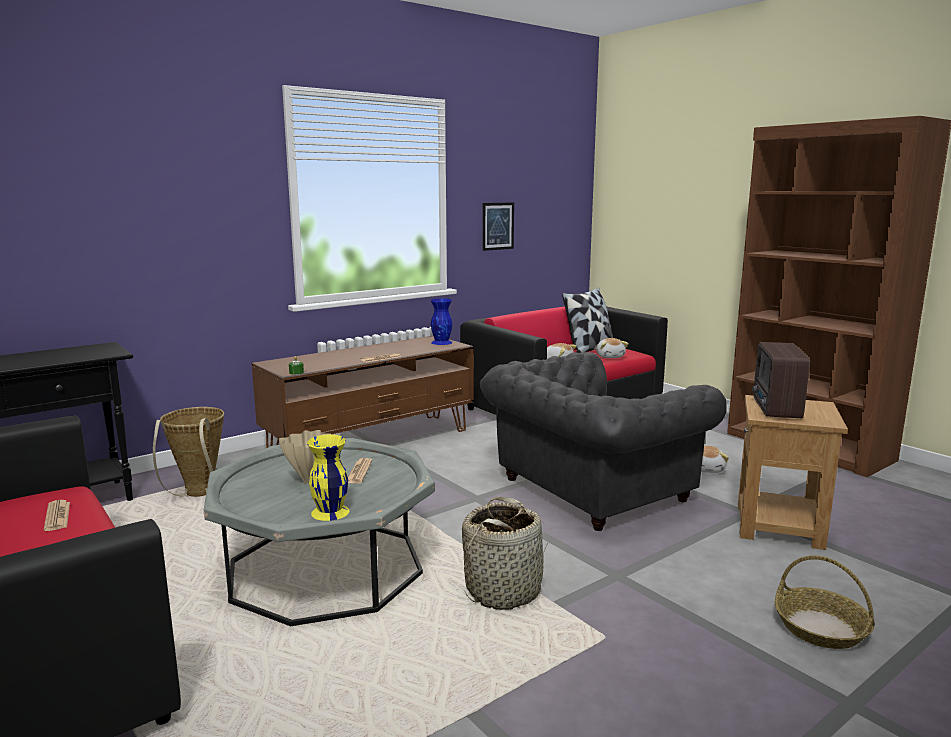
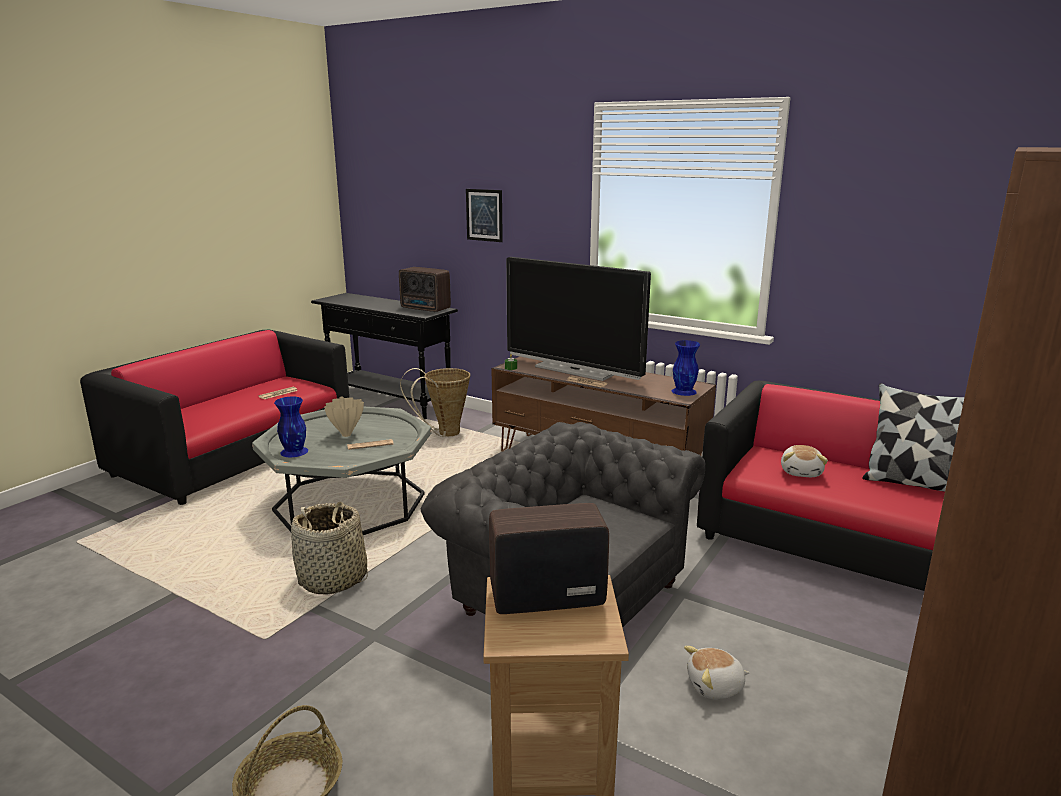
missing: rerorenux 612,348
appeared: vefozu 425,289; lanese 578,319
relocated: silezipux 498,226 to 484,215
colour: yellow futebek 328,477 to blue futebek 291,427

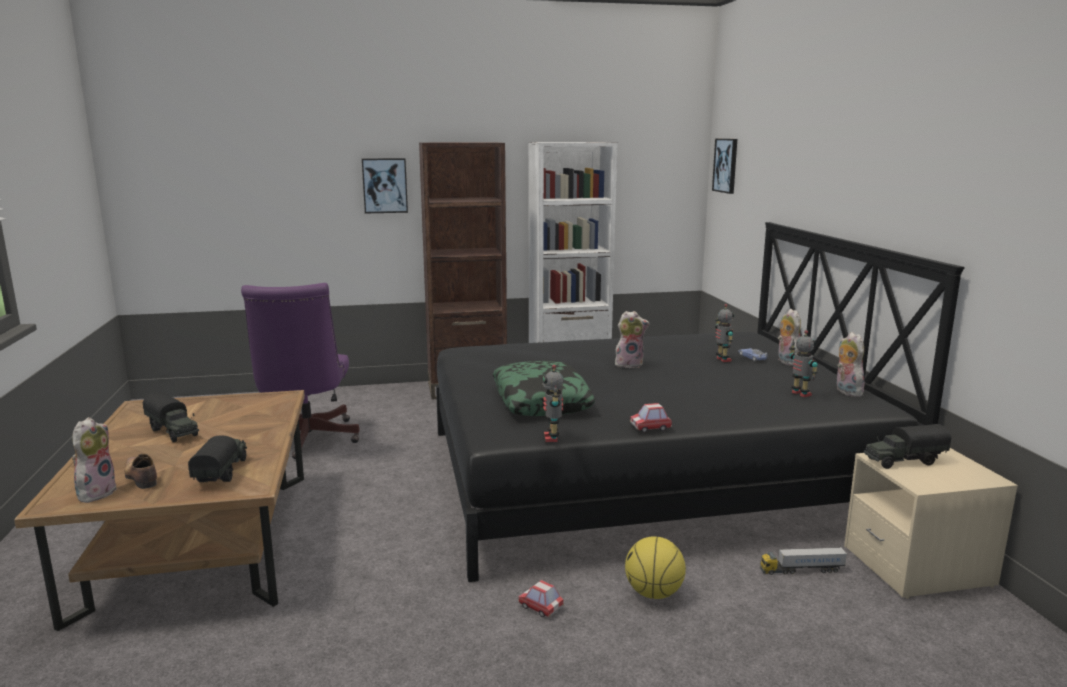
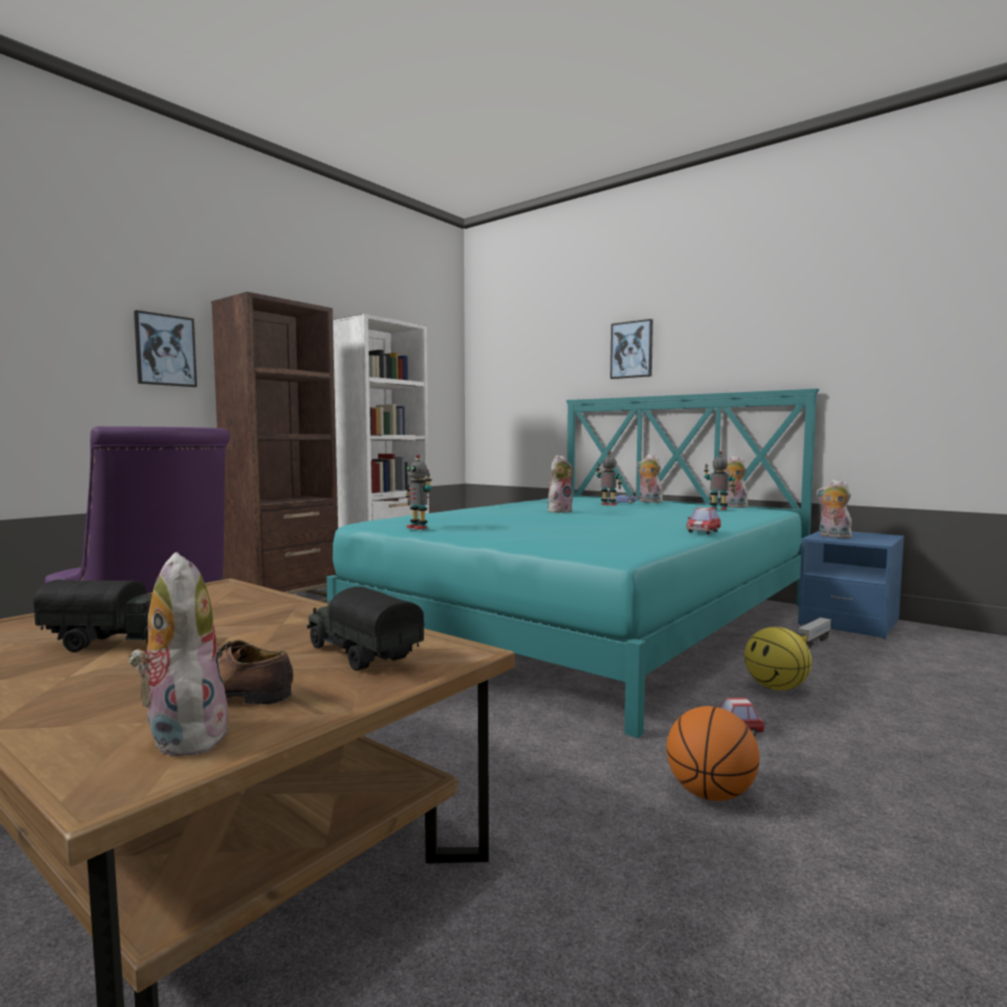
missing: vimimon 544,388
appeared: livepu 713,753
relocated: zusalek 553,403 to 418,492; silezipux 724,166 to 631,349
exchanged: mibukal 907,446 to rerorenux 834,509
colour: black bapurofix 700,402 to turquoise bapurofix 573,563; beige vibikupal 931,523 to blue vibikupal 851,584

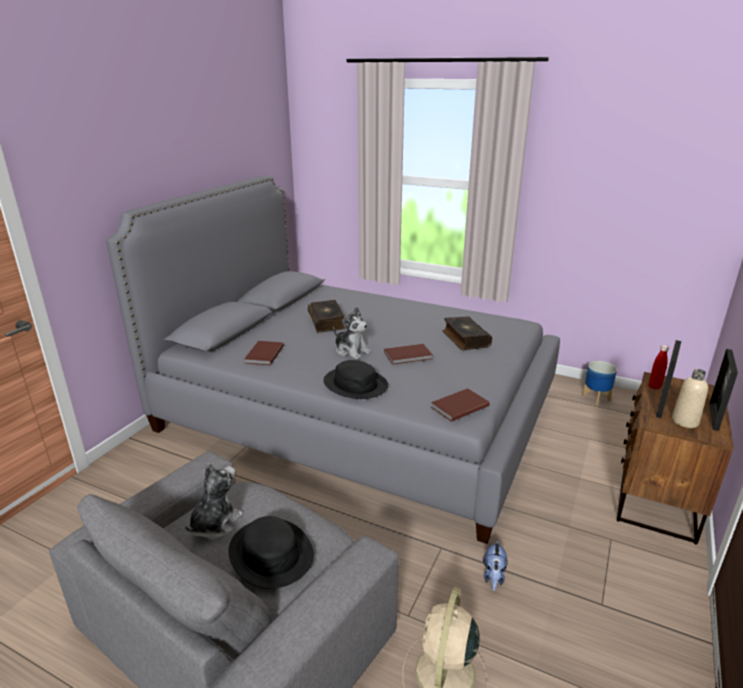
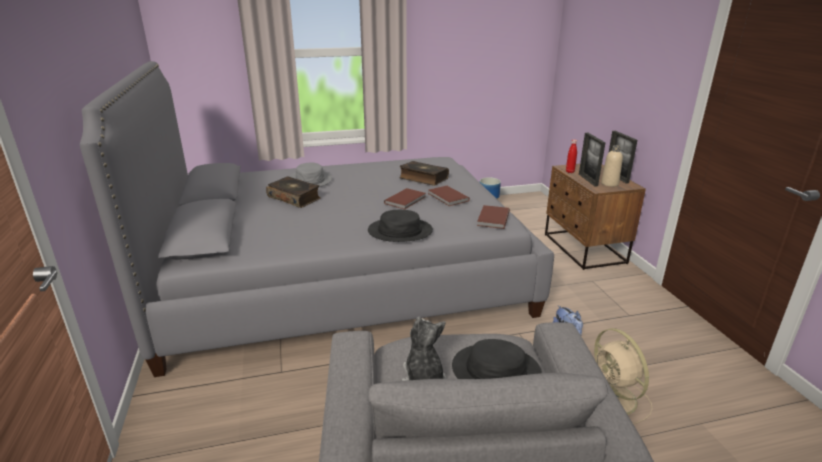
missing: rerorenux 352,333
appeared: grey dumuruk 310,174
relocated: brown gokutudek 264,353 to 449,196

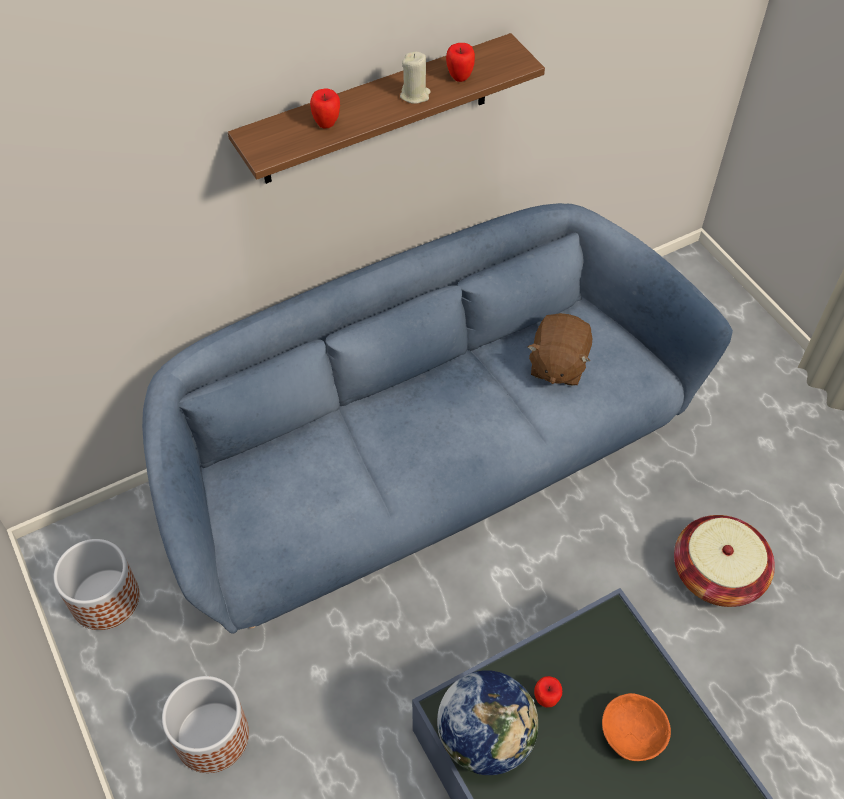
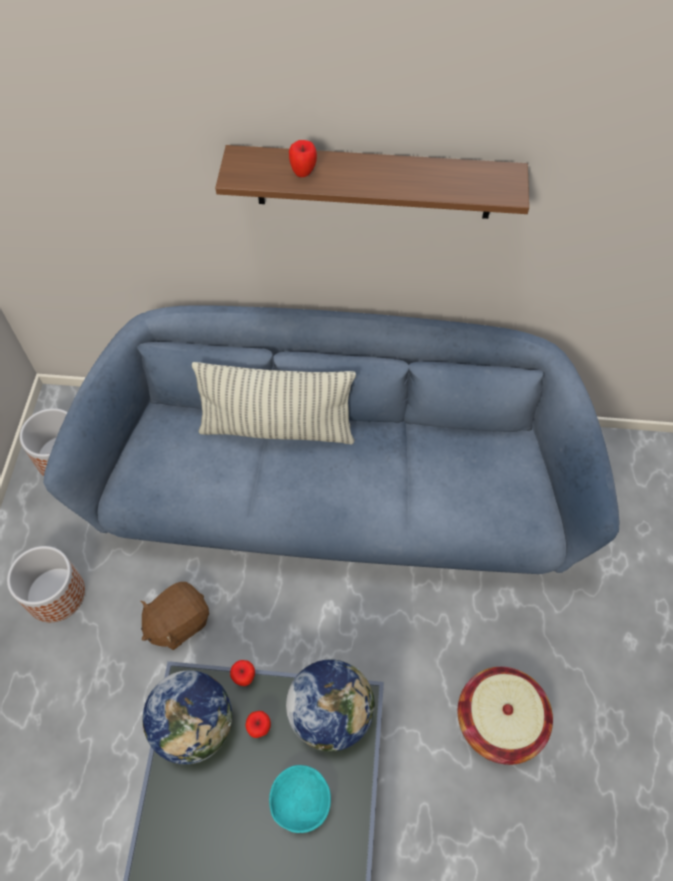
missing: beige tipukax 415,78
appeared: vimimon 274,403; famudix 330,706
relocated: brown rerorenux 560,349 to 174,616; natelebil 460,62 to 242,673
colour: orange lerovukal 636,727 to turquoise lerovukal 300,799

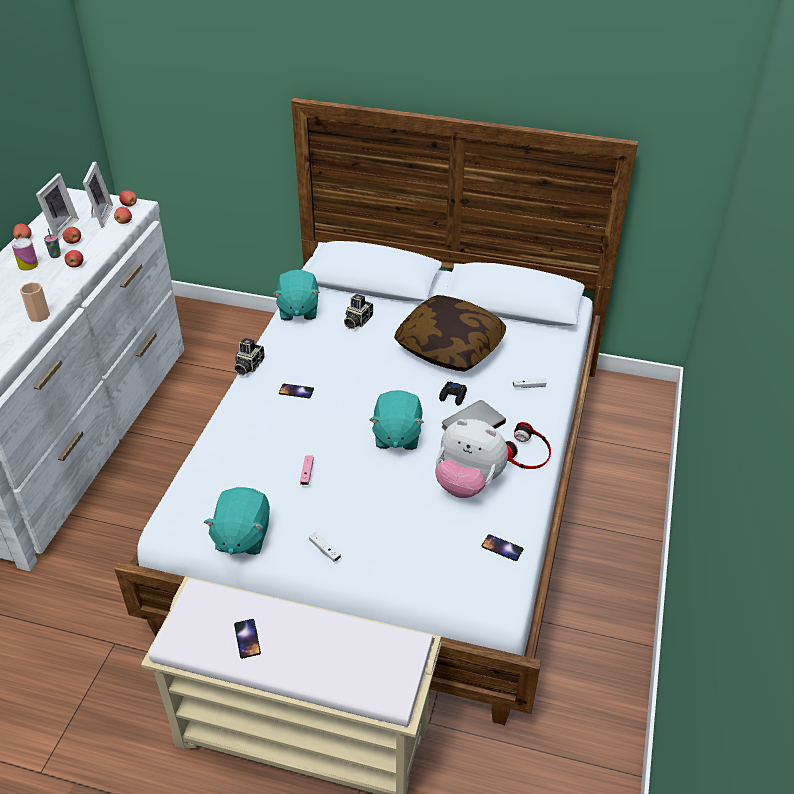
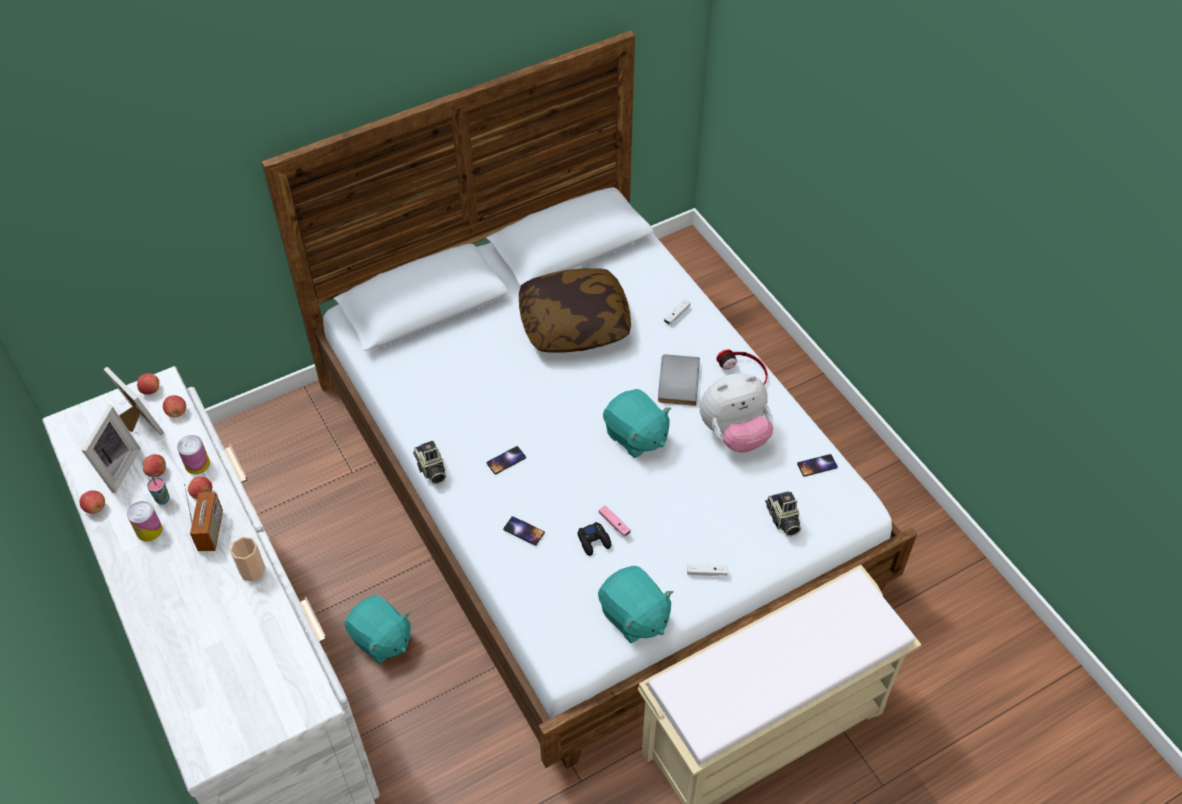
appeared: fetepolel 193,454; vefozu 203,517
relocated: turquoise rerorenux 296,295 to 378,629; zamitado 247,639 to 524,530; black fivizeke 453,394 to 594,539; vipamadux 358,311 to 783,513
spun: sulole 57,206 = 111,449 45 degrees clockwise

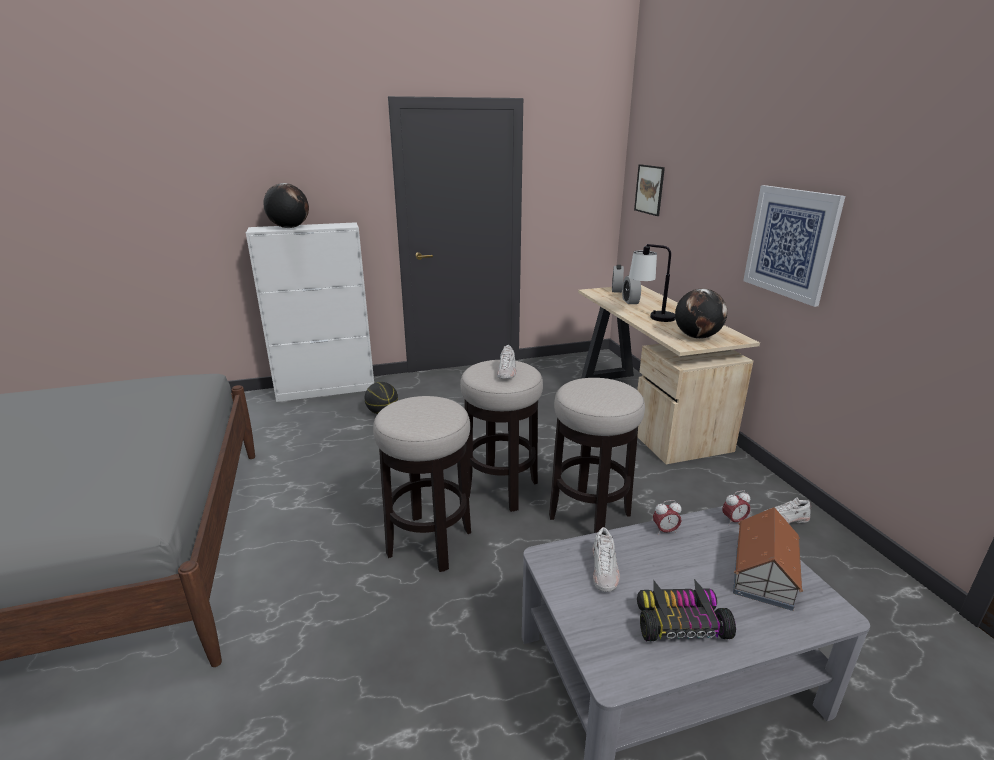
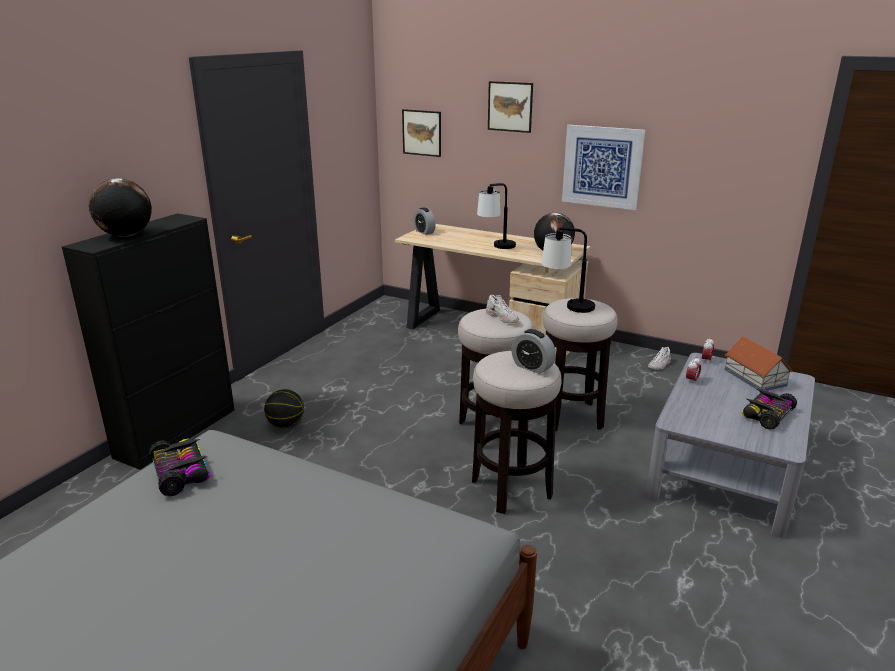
missing: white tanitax 606,559
appeared: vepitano 180,467; silezipux 510,107; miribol 568,270
relocated: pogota 631,290 to 533,351
colour: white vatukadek 310,312 to black vatukadek 148,341

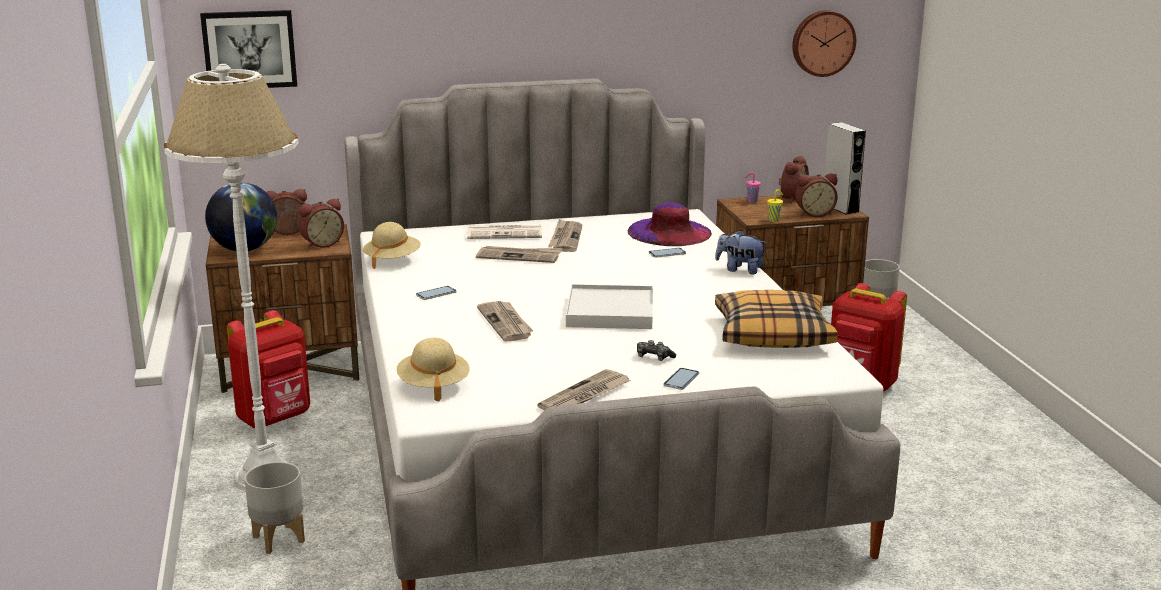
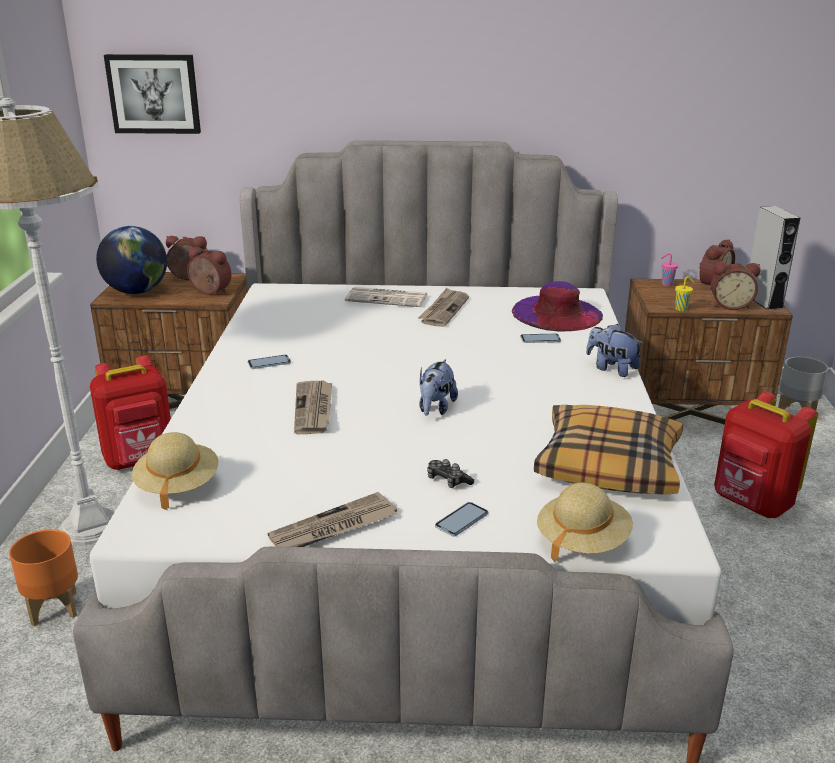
missing: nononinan 519,254; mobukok 824,43
relocated: beige dumuruk 392,245 to 585,523
exchanged: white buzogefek 609,306 to rerorenux 438,387
colour: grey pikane 274,508 to orange pikane 43,577
spun: pogota 321,223 = 209,271 135 degrees counterclockwise

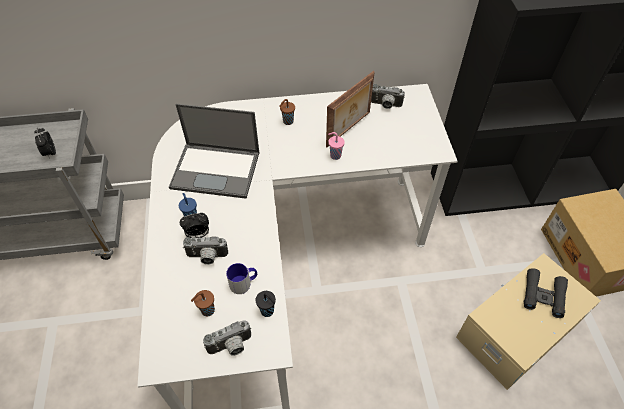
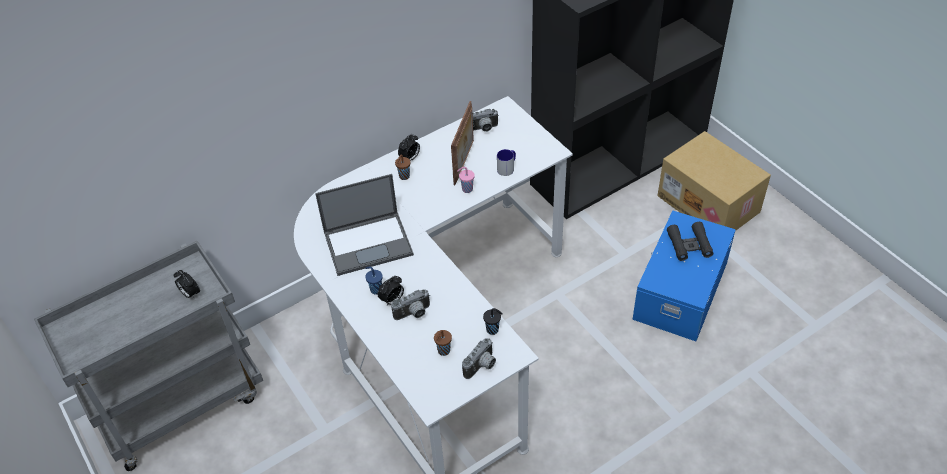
appeared: pogota 409,147
relocated: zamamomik 241,278 to 506,162
colour: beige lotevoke 528,321 to blue lotevoke 684,275

